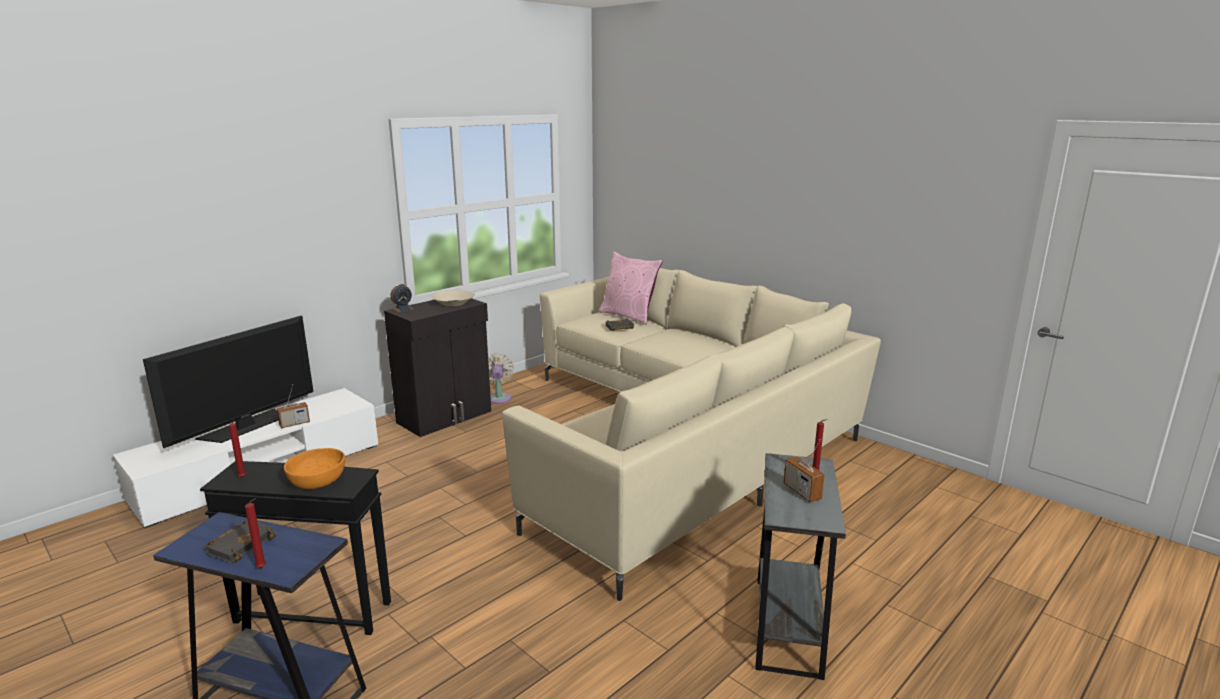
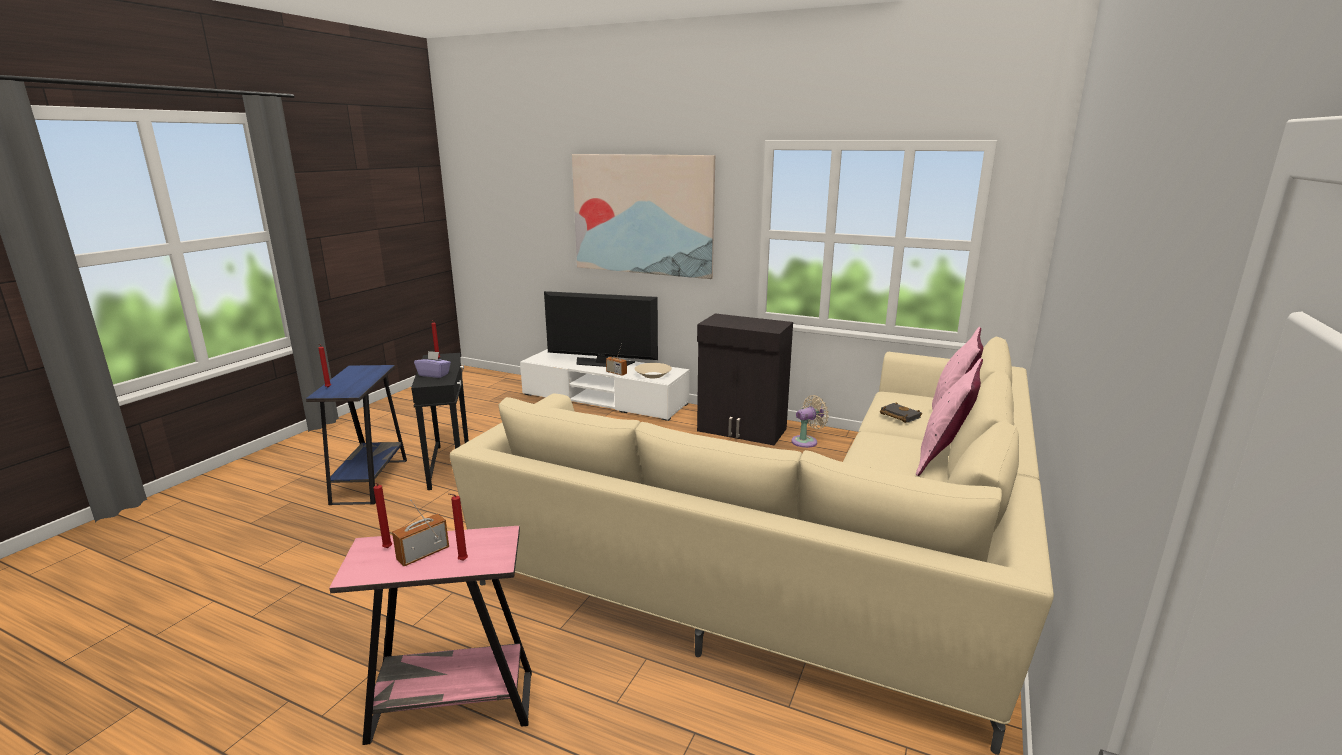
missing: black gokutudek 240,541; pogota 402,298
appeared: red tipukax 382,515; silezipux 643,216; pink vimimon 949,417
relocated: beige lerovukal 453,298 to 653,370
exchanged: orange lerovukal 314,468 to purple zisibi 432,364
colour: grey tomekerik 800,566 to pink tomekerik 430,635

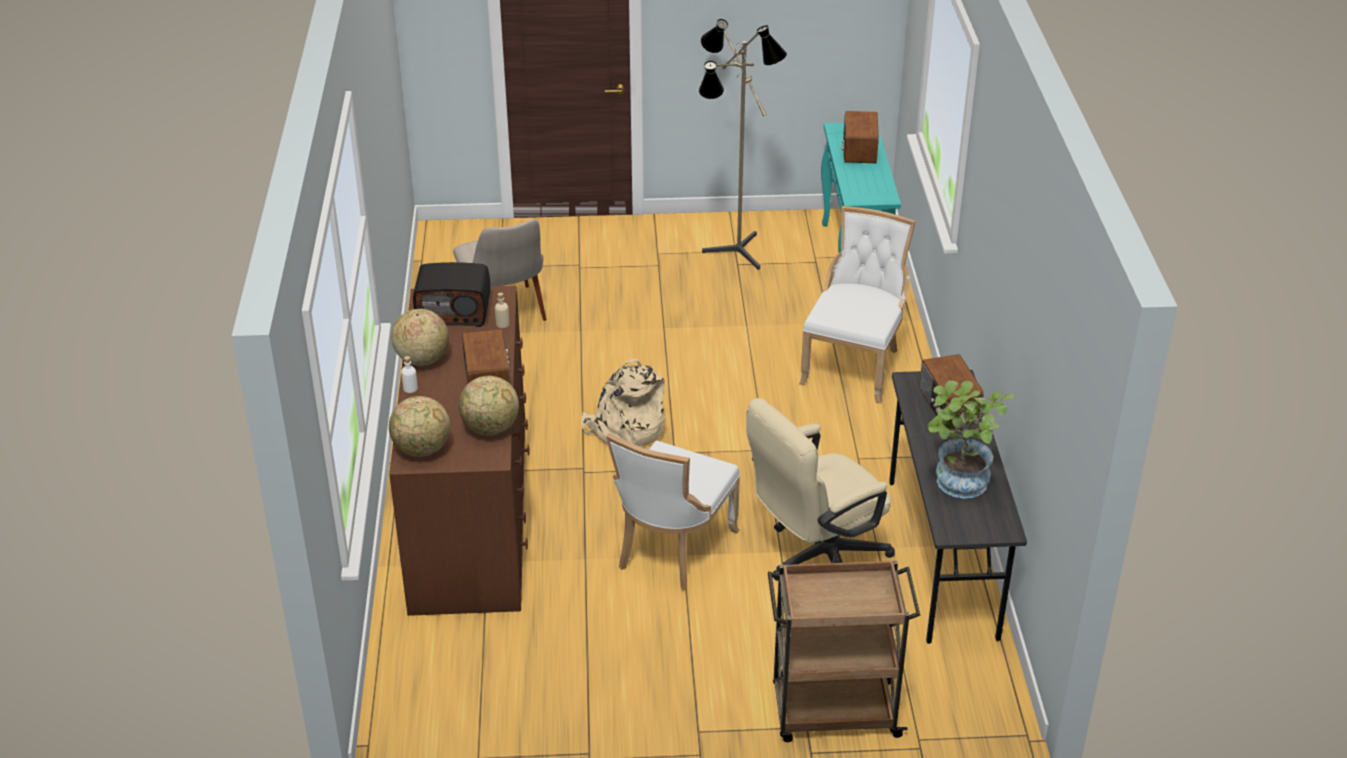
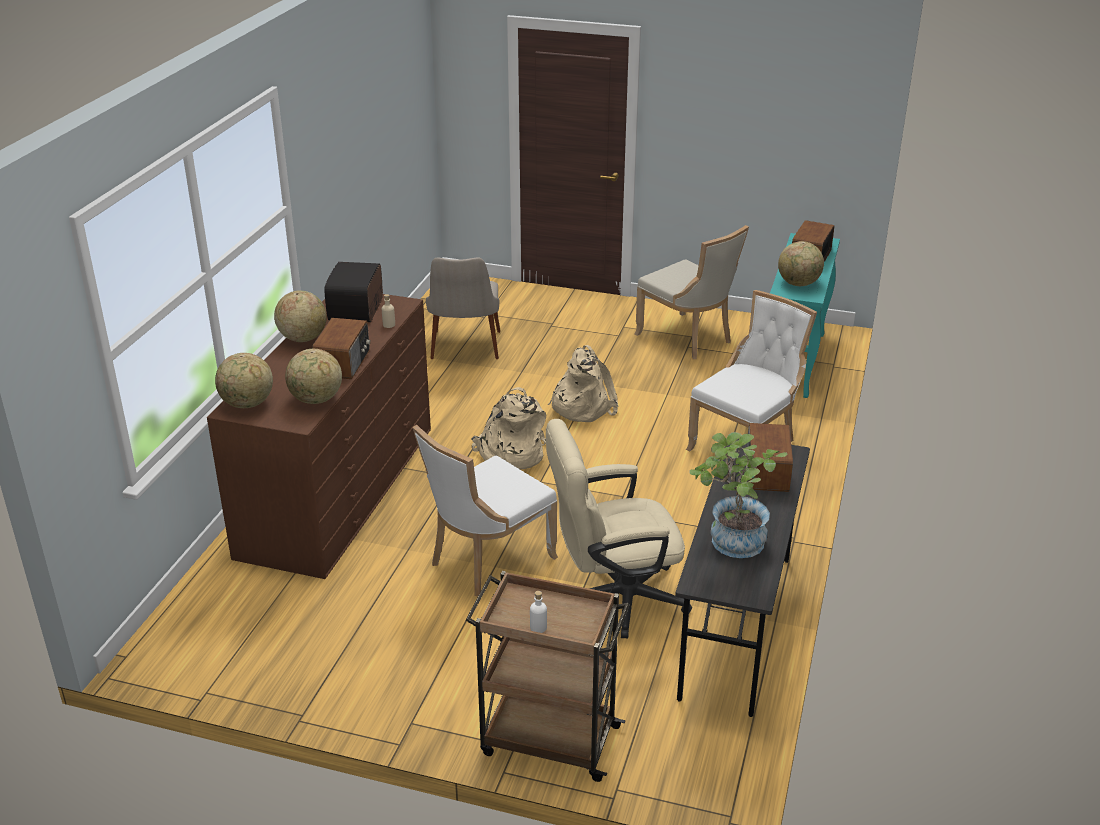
appeared: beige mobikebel 583,383; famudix 801,263
relocated: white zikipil 409,374 to 538,612
exchanged: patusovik 743,144 to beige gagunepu 691,292
spun: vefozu 451,294 = 353,292 75 degrees clockwise

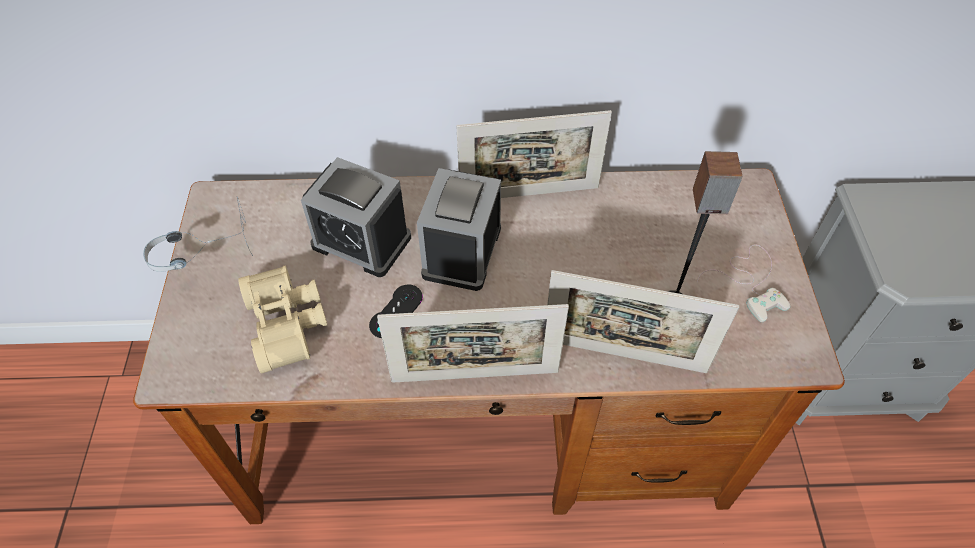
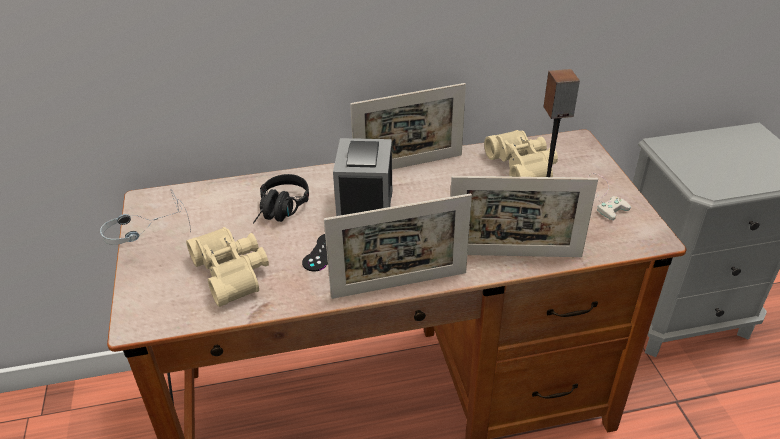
appeared: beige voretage 521,153
exchanged: pogota 356,217 to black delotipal 281,199

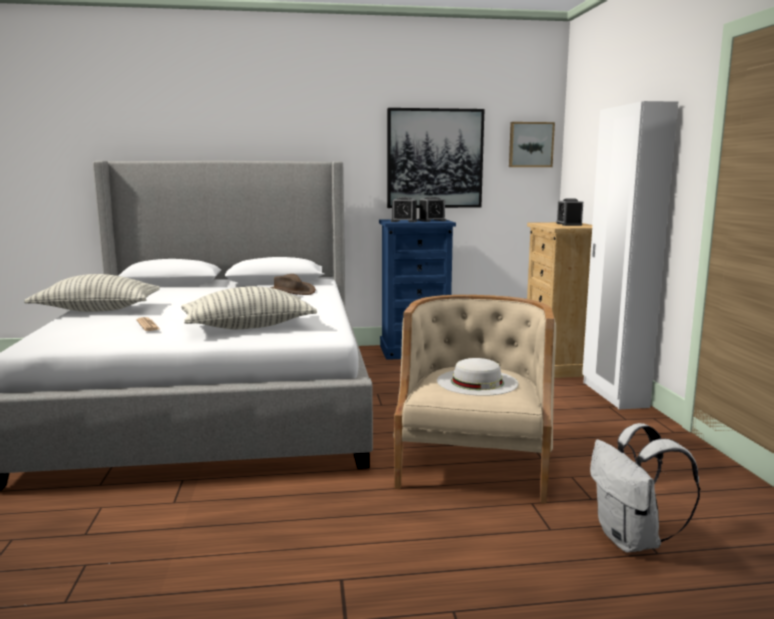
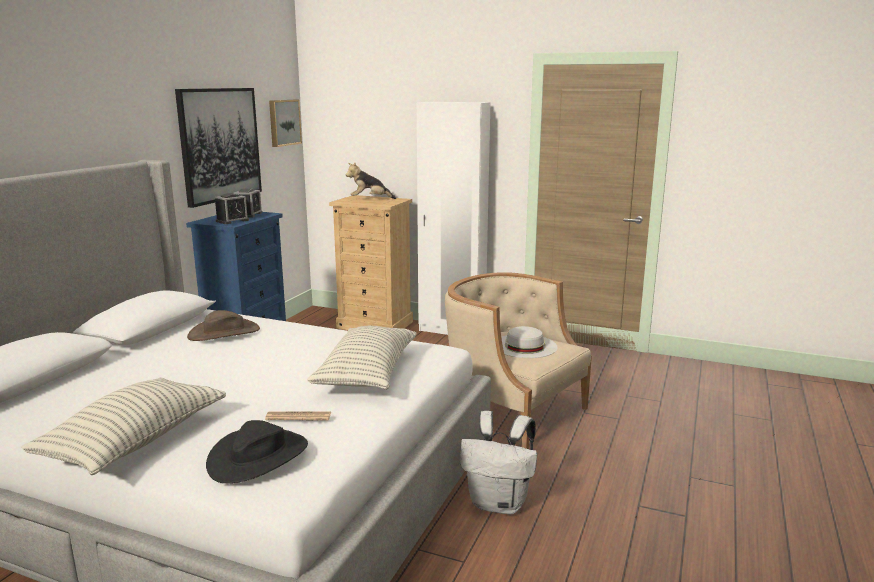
appeared: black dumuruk 257,451
relocated: white mobikebel 645,488 to 498,462
exchanged: pogota 569,212 to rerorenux 371,181

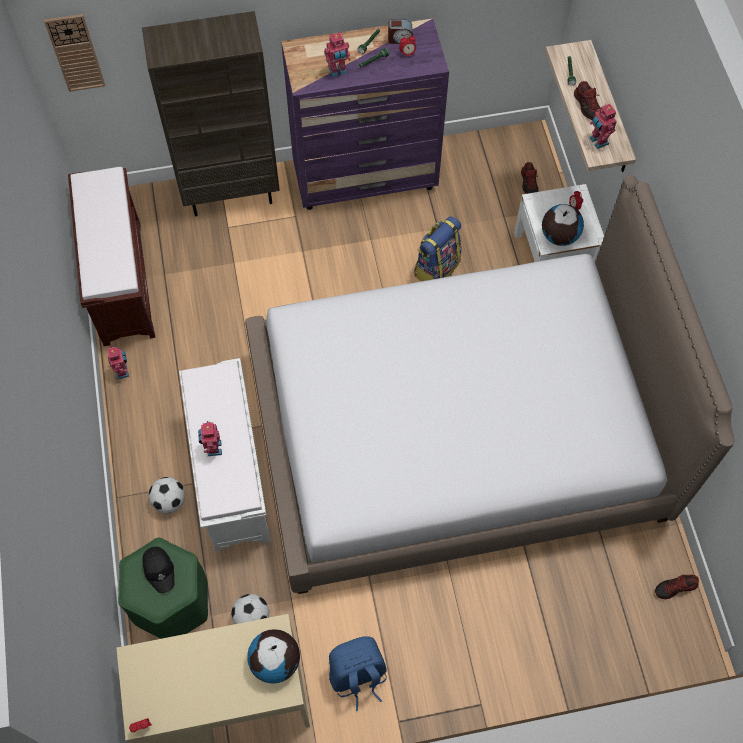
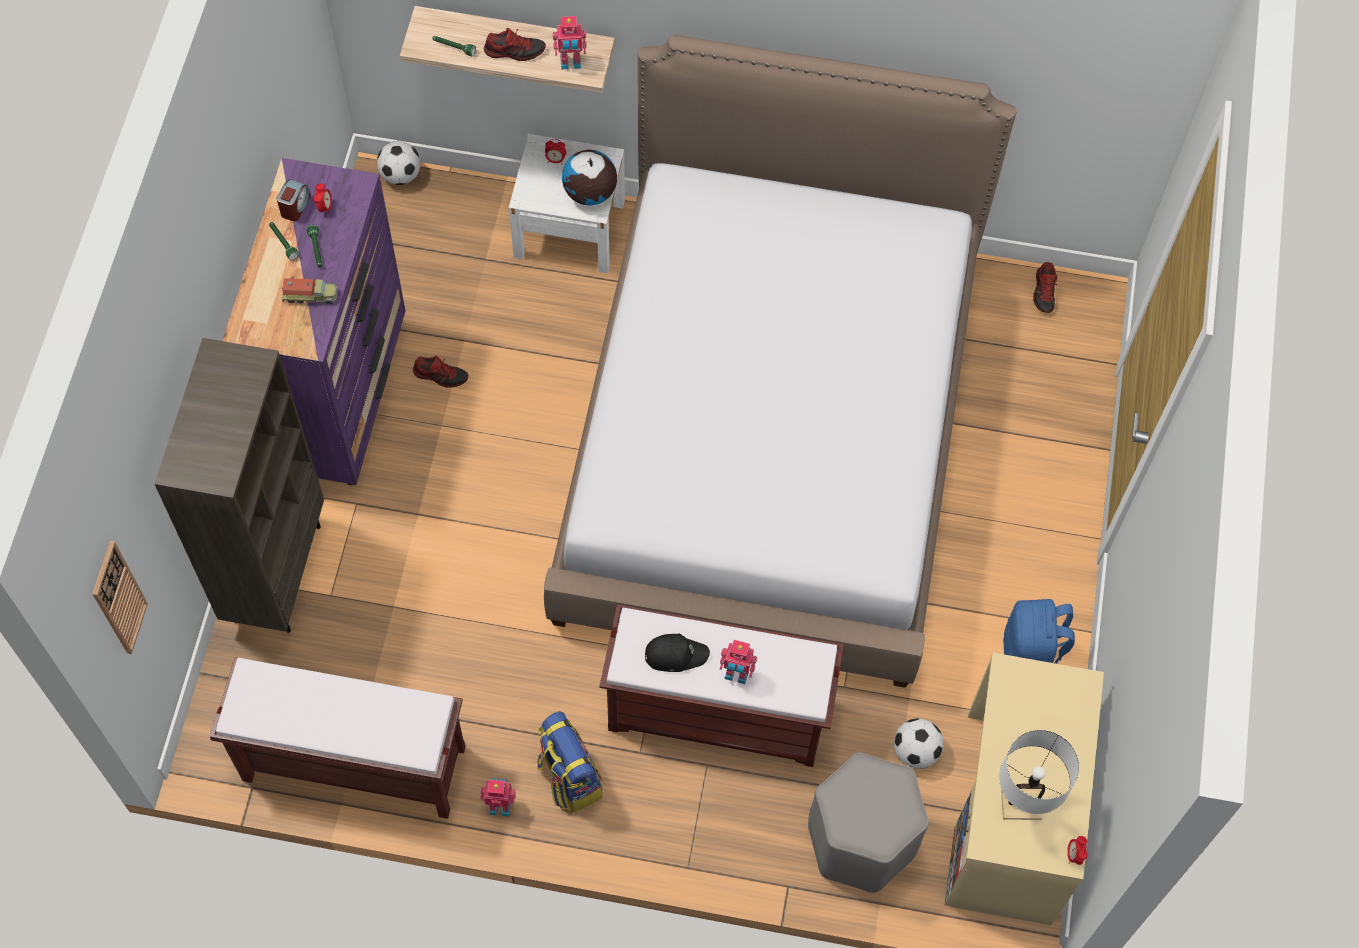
missing: famudix 273,656
appeared: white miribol 1039,775
relocated: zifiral 167,495 to 399,163; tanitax 529,178 to 441,371; mobikebel 437,248 to 569,762; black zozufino 158,570 to 677,653
exchanged: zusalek 337,55 to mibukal 310,291
colour: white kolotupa 225,455 to brown kolotupa 721,685; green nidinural 163,588 to grey nidinural 868,822

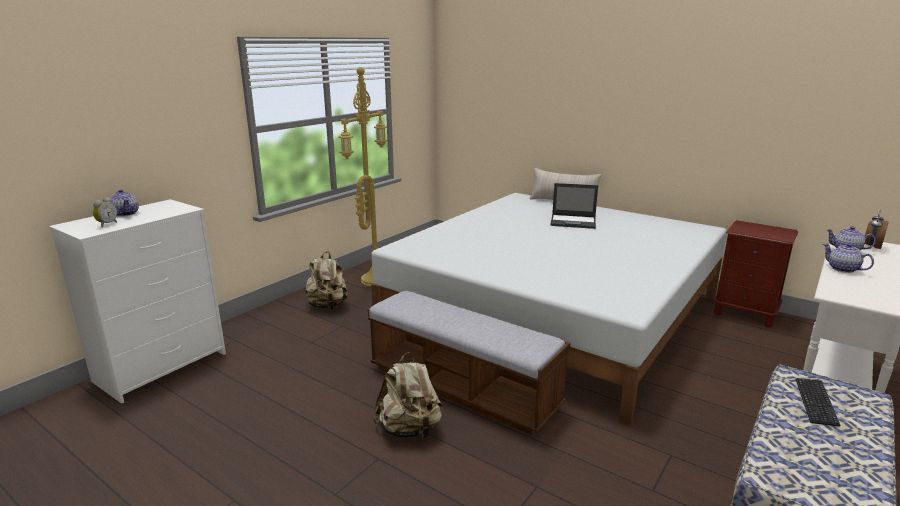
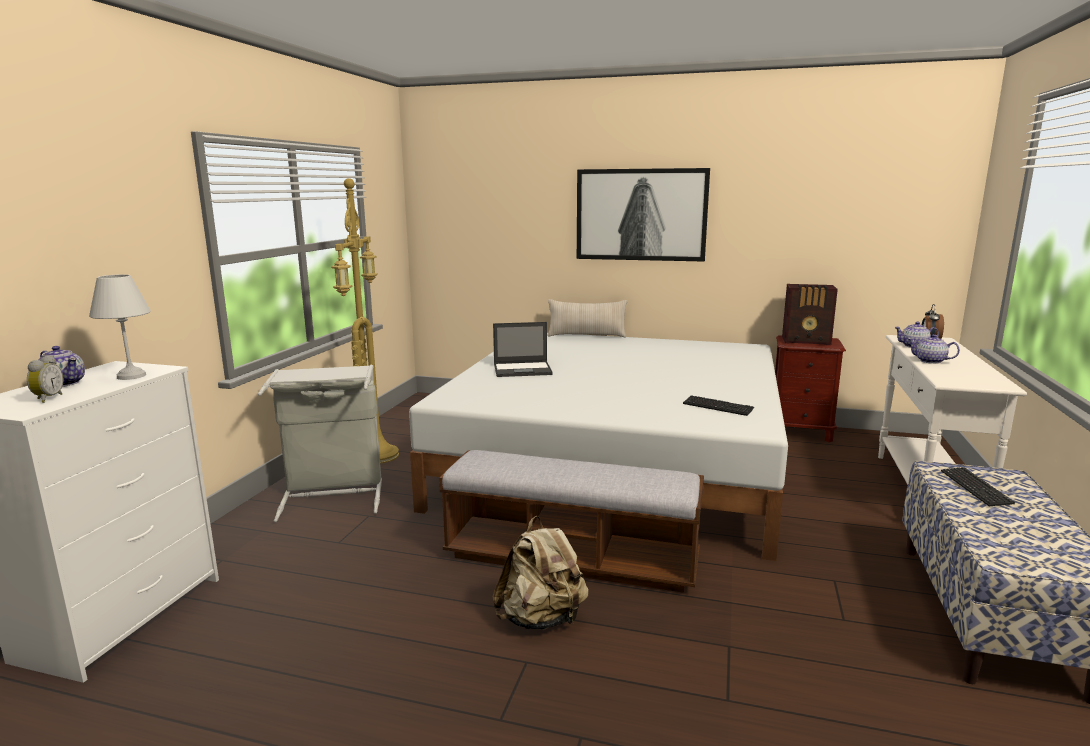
appeared: white miribol 120,327; silezipux 643,215; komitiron 718,405; vefozu 810,314
relocated: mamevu 574,206 to 523,349
exchanged: beige mobikebel 326,280 to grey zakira 320,443

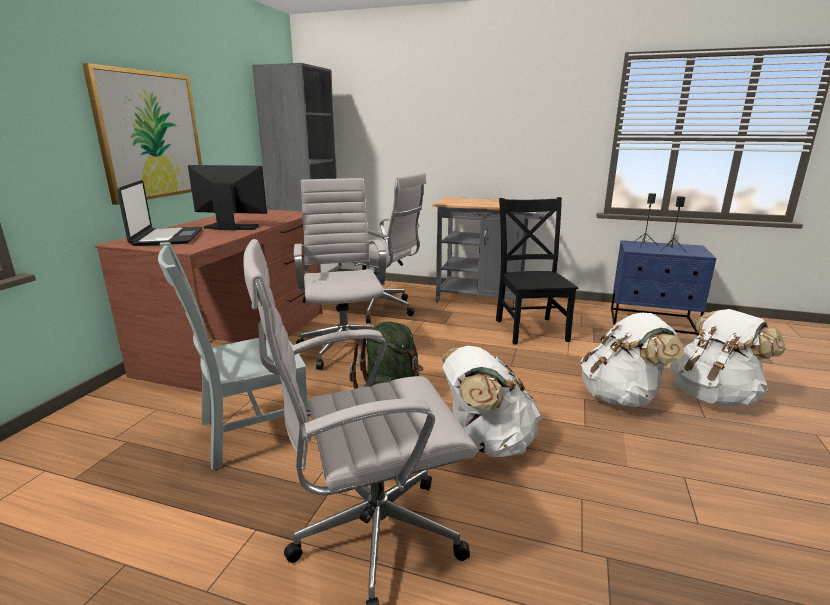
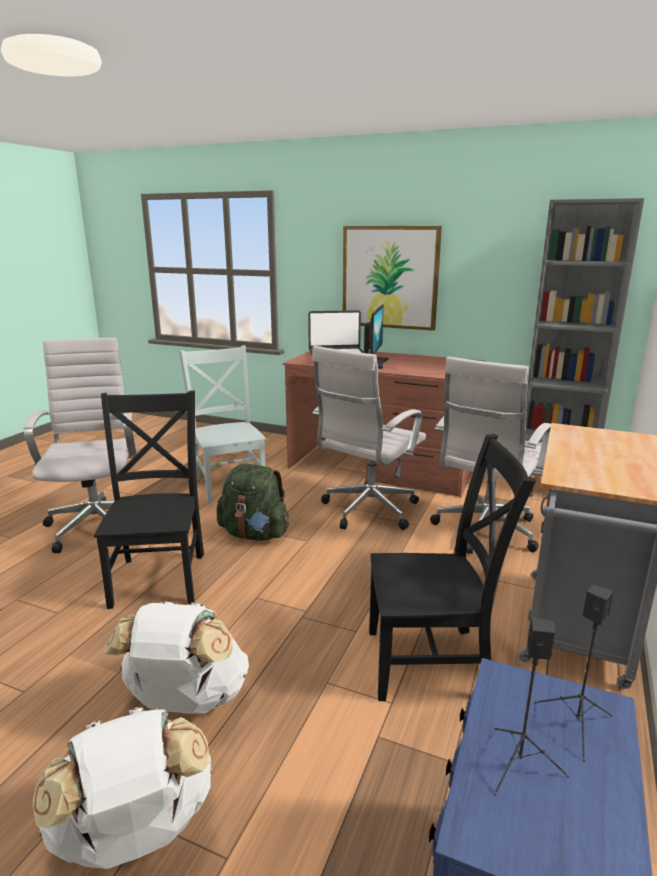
exchanged: white mobikebel 492,401 to black gagunepu 149,499
spun: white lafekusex 340,274 = 369,438 135 degrees clockwise

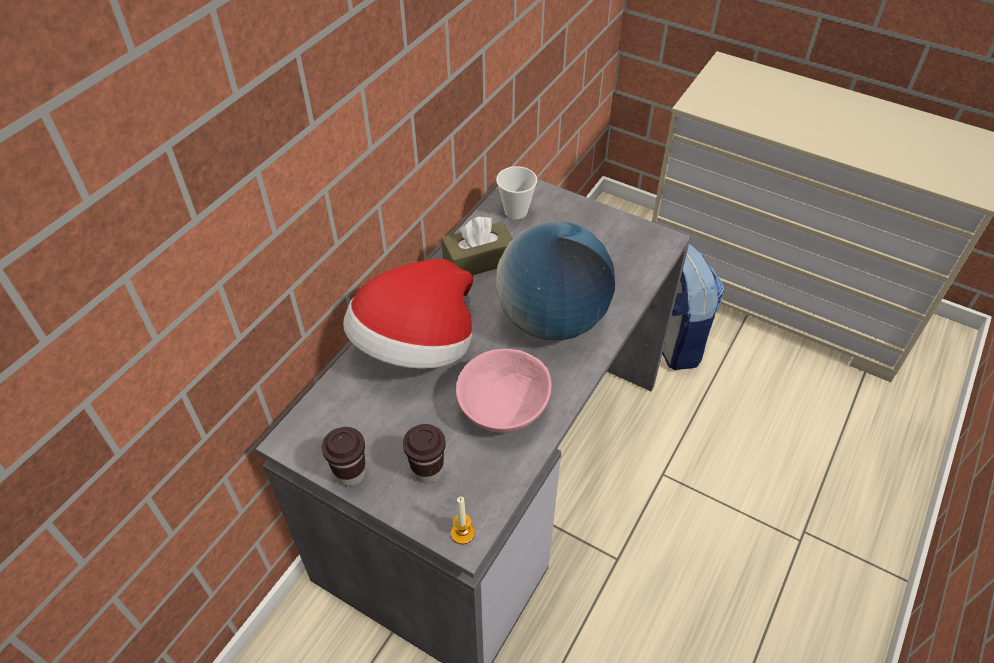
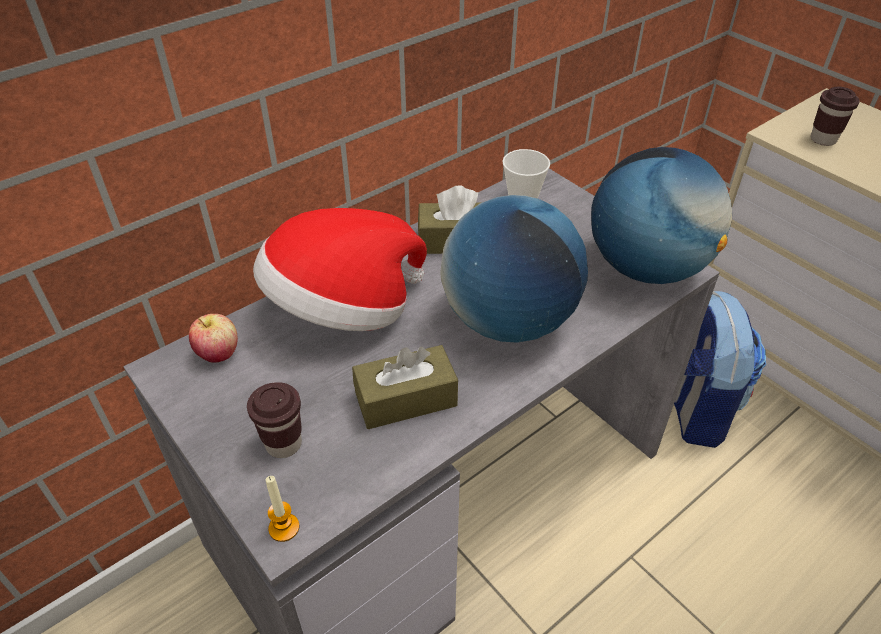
appeared: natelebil 213,338; famudix 661,215
relocated: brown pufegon 343,456 to 835,116
exchanged: pink lerovukal 504,391 to brown zisibi 405,387

